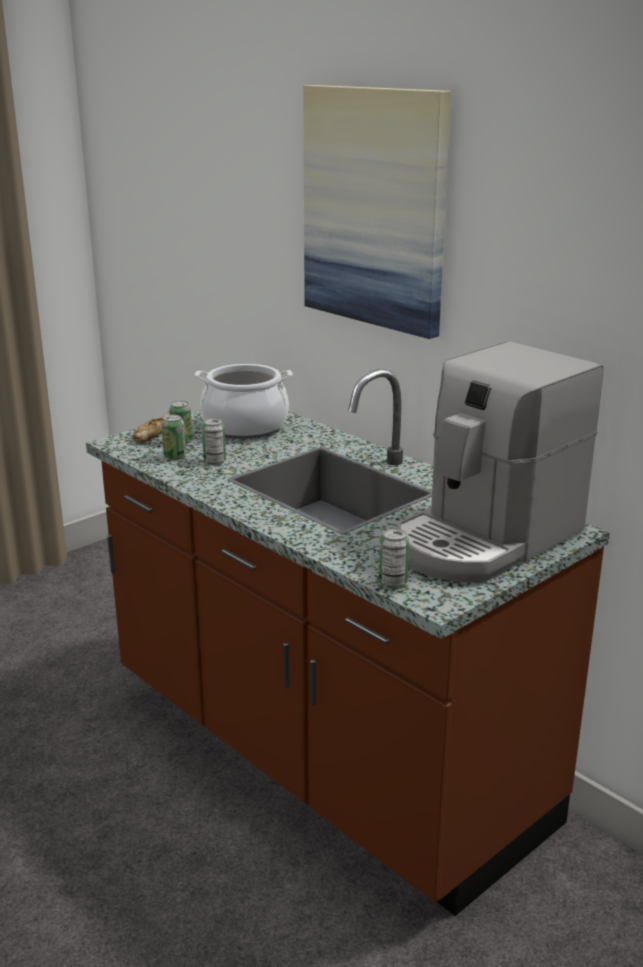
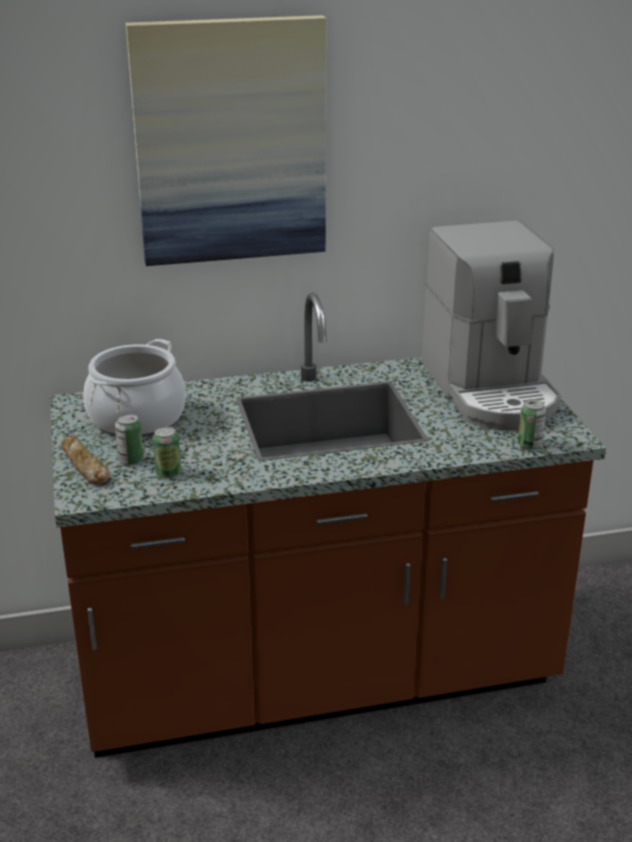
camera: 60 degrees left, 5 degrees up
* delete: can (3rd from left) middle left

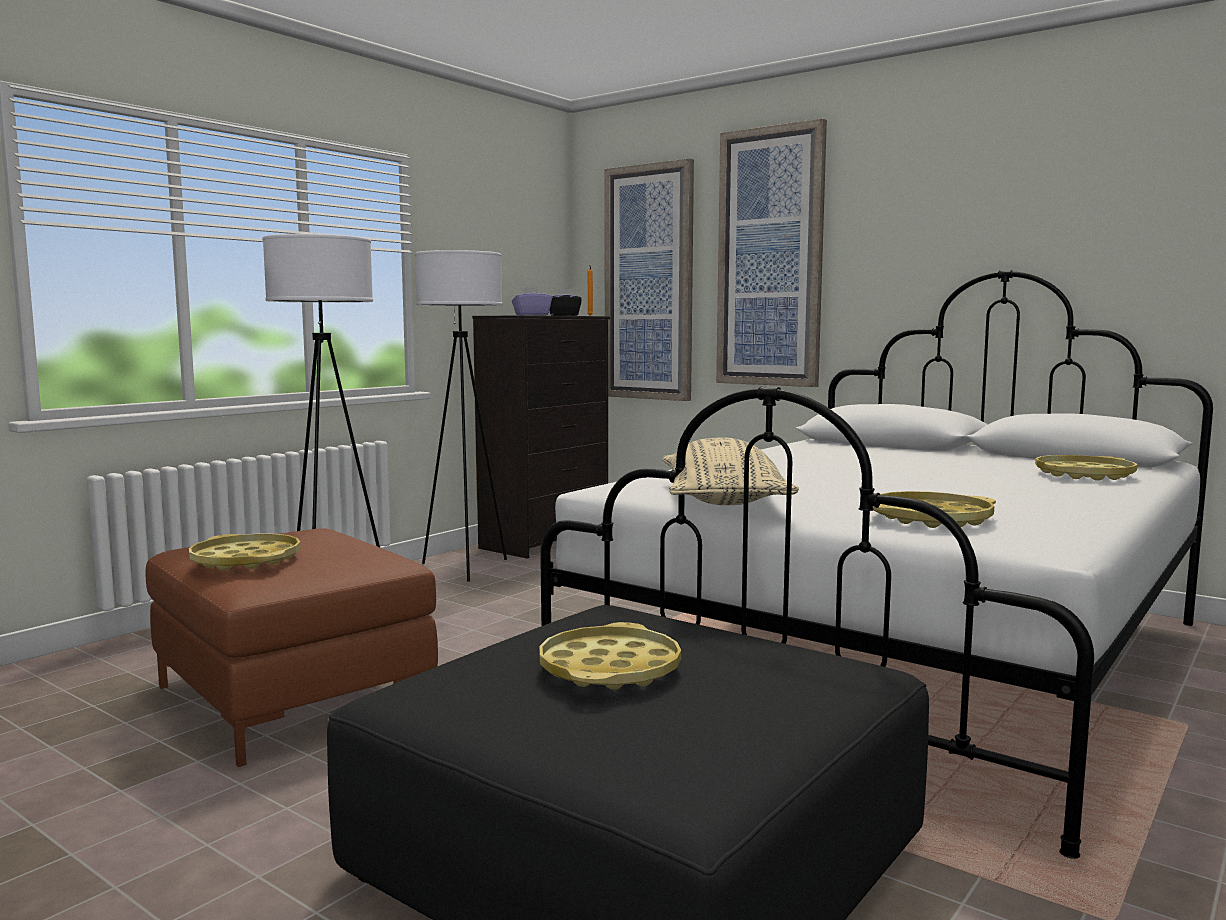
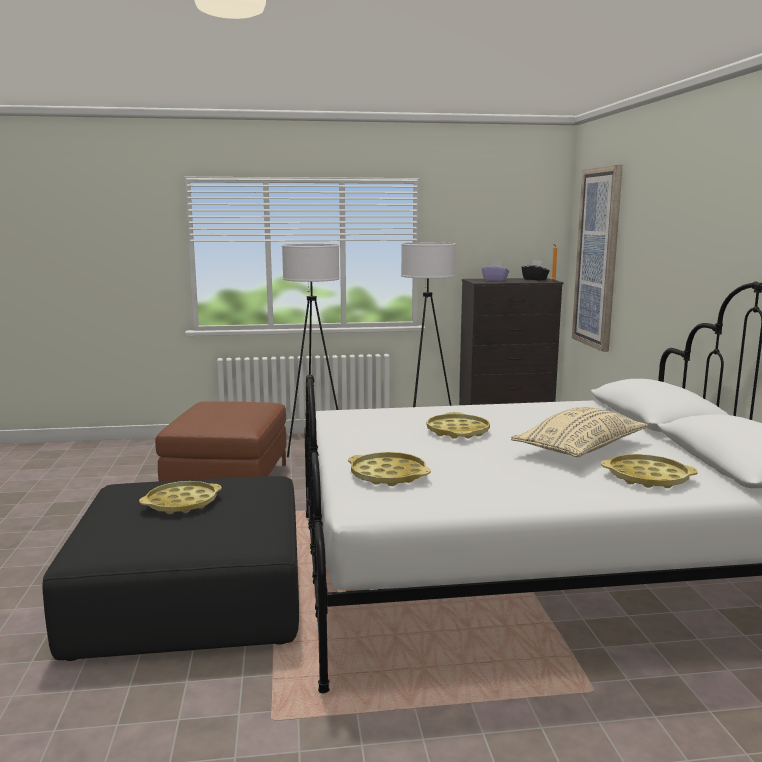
camera: 45 degrees right, 5 degrees up
* move: tray (yellow) (1st from left in the first image) middle left to tray (yellow) (3rd from left) centre
* move: pillow (beige) centre to middle right
* delete: picture (2nd from left) top centre

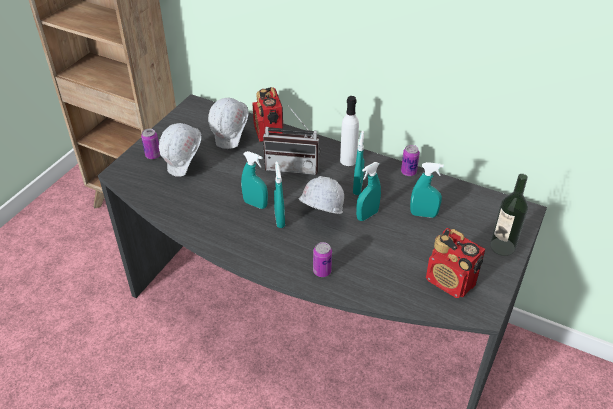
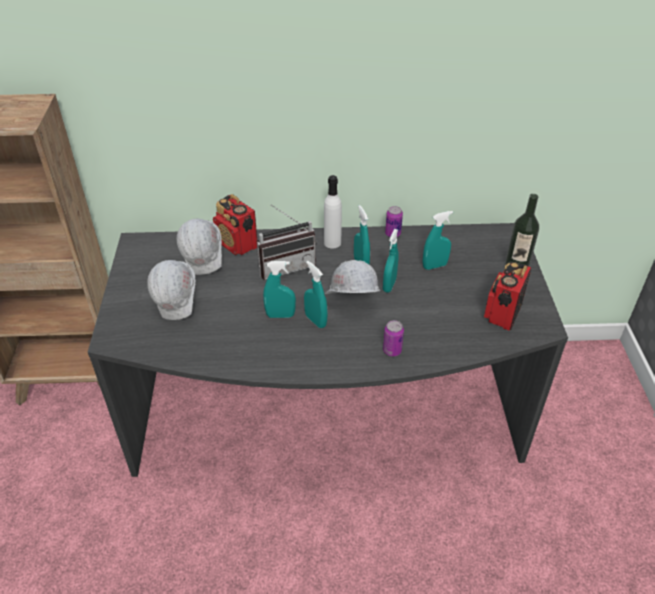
camera: 30 degrees left, 0 degrees up
* delete: can (1st from left) middle left
* rotate: radio (3rd from left) middle right = middle right 105 degrees clockwise

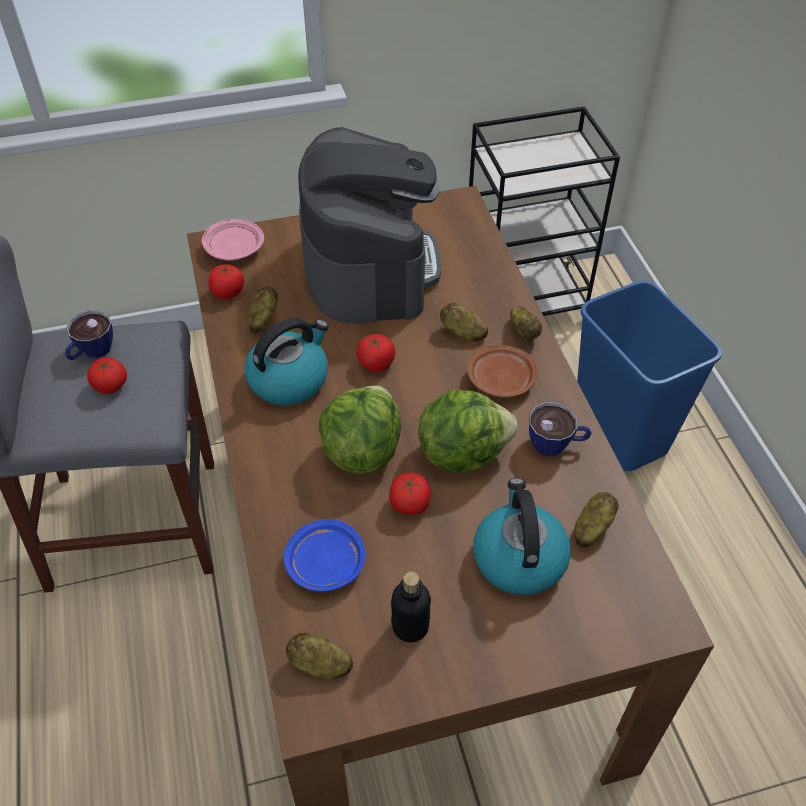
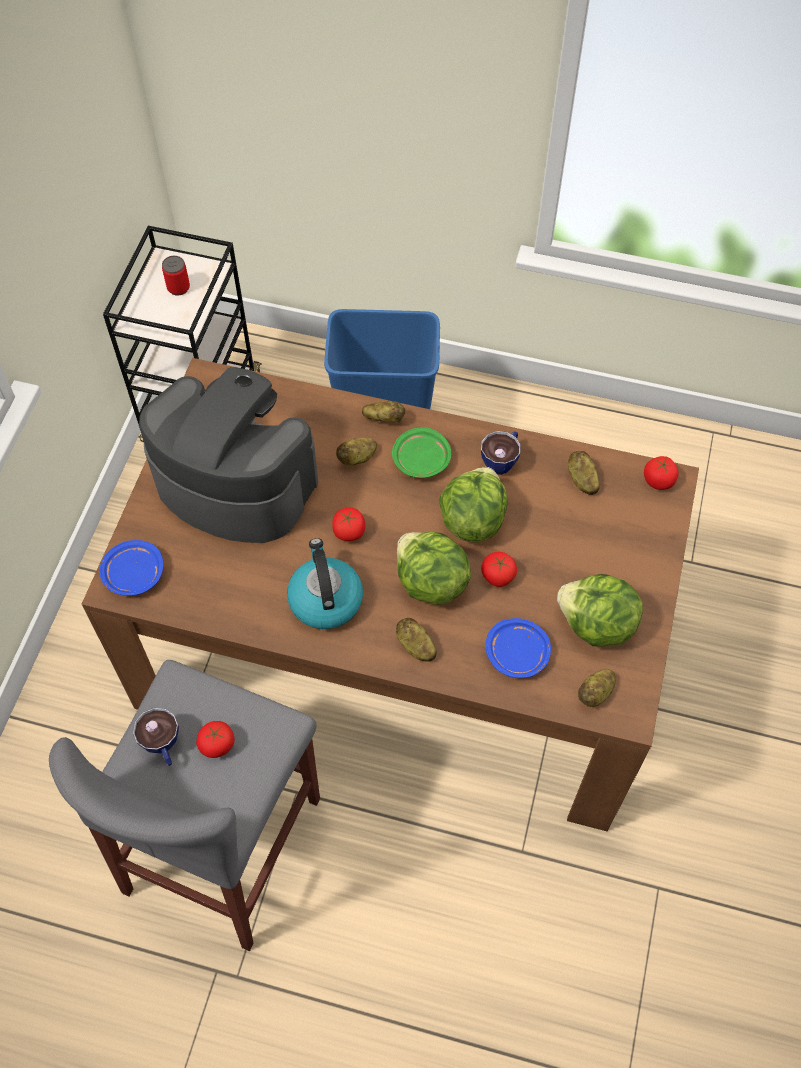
camera: 60 degrees left, 10 degrees up
* recolor: plate (pink) top left to plate (blue) (1st from left) middle left
* move: tomato (2nd from left in the first image) middle left to tomato (4th from left) middle right
* move: potato (1st from left in the first image) middle left to potato (3rd from left) centre
* replace: bottle bottom centre to lettuce (3rd from left) middle right
* recolor: plate (brown) centre to plate (green) centre
* delete: kettle (2nd from left) centre
* insert: can top left

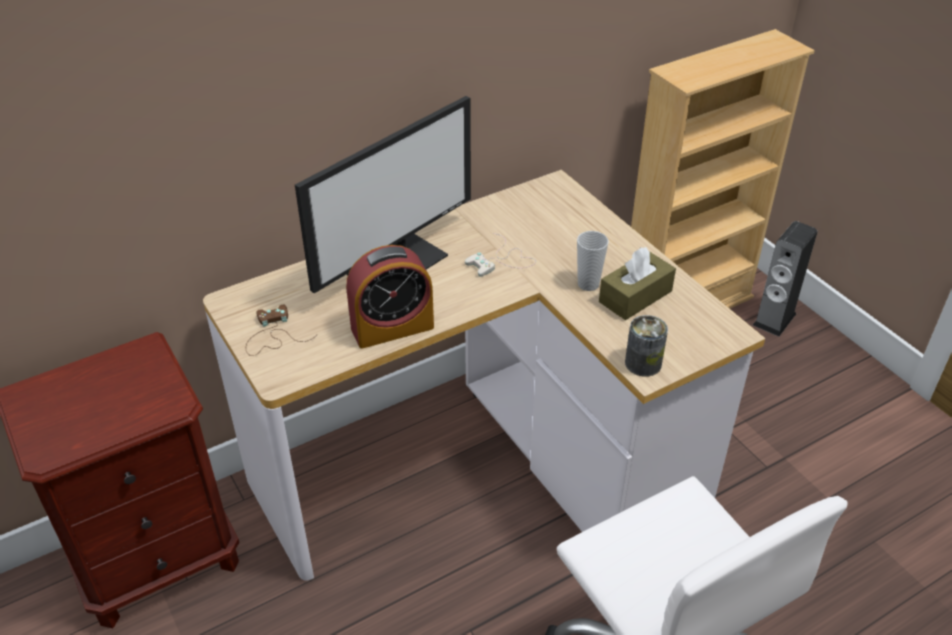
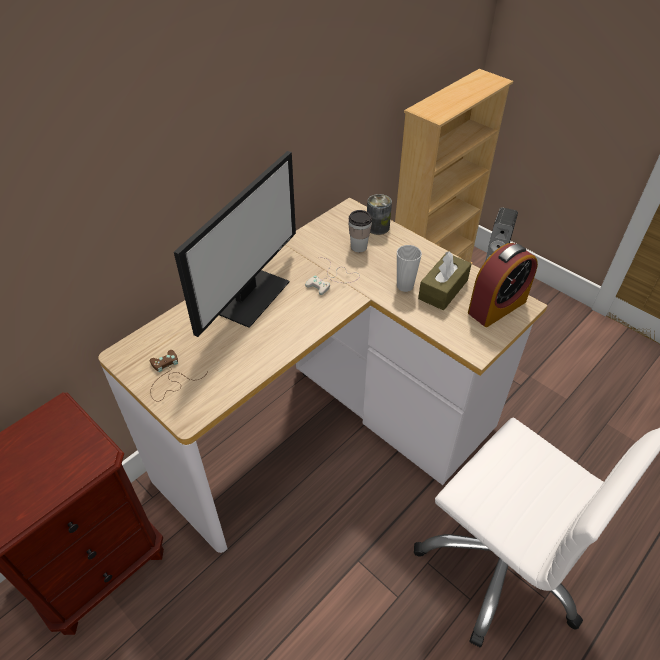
camera: 15 degrees left, 5 degrees up
* move: alarm clock centre to middle right
* move: can middle right to top centre
* insert: cup (1st from left) centre

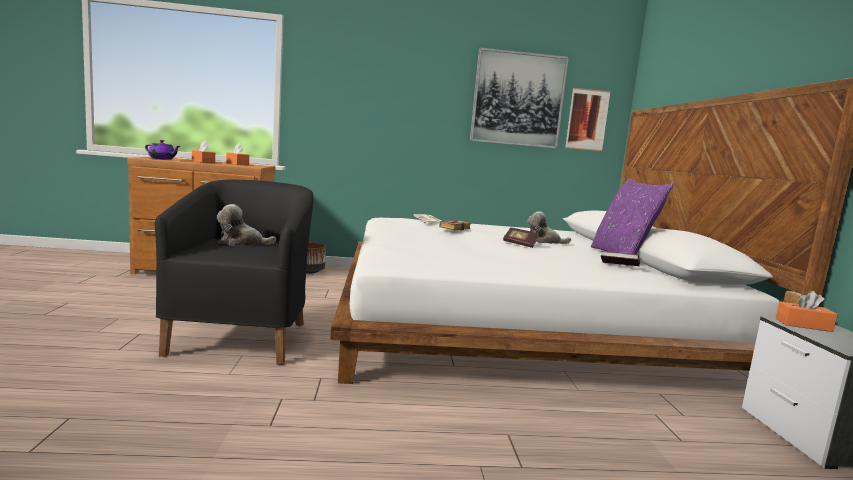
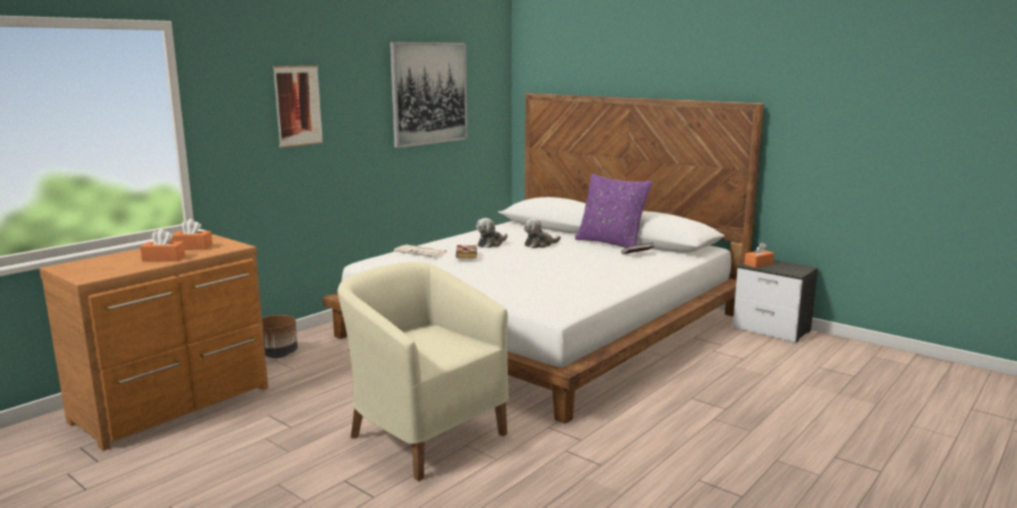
camera: 45 degrees left, 5 degrees up
* delete: teapot (purple) top left
* recolor: armchair (black) middle left to armchair (beige) bottom centre
* move: plush toy (1st from left) middle left to centre
* delete: book (2nd from left) centre
* move: picture (2nd from left in the first image) top right to picture (1st from left) top left

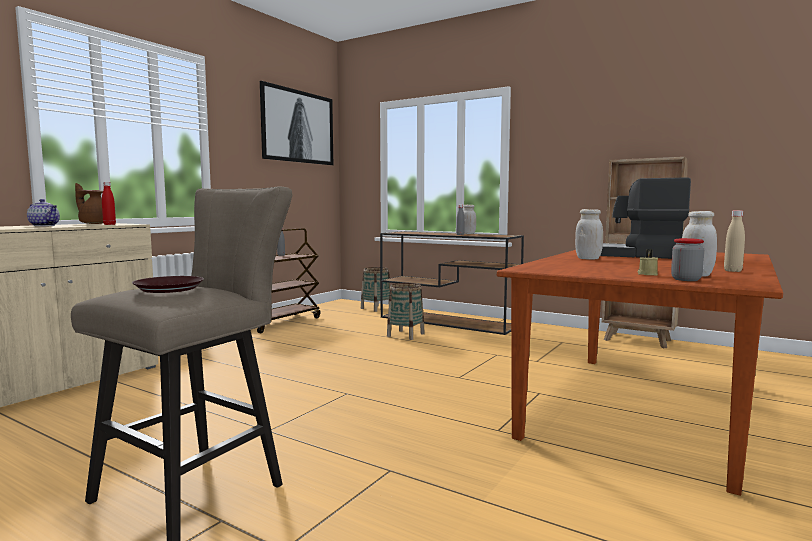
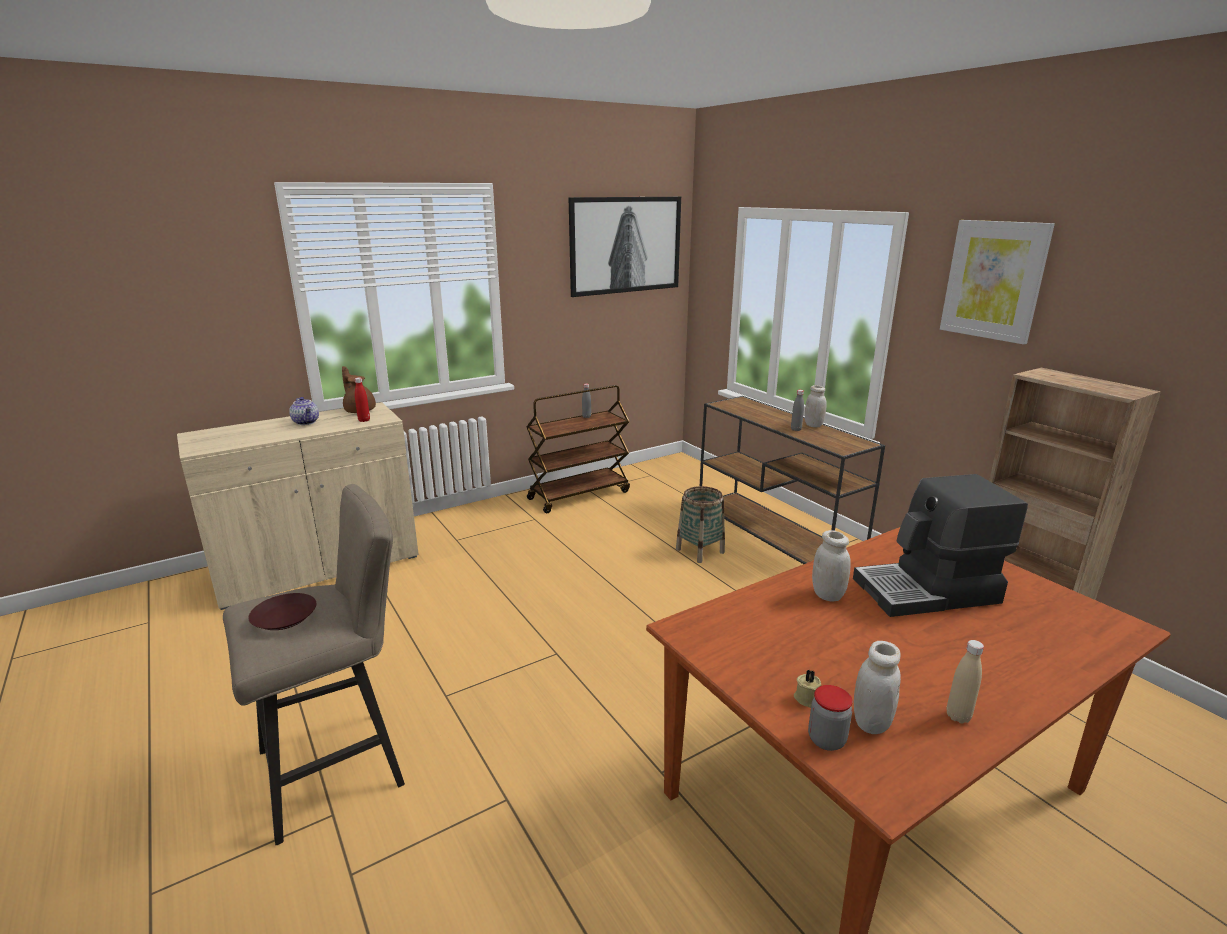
camera: 25 degrees right, 15 degrees up
* delete: basket (1st from left) centre
* rotate: coffee machine middle right = middle right 60 degrees counterclockwise
* insert: picture (2nd from left) top right

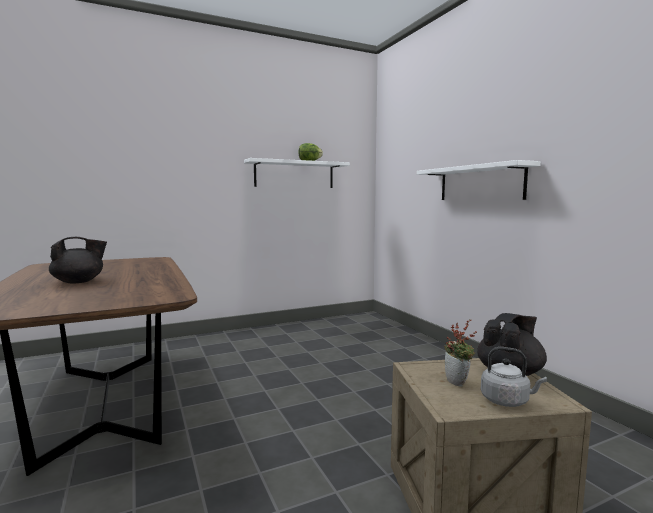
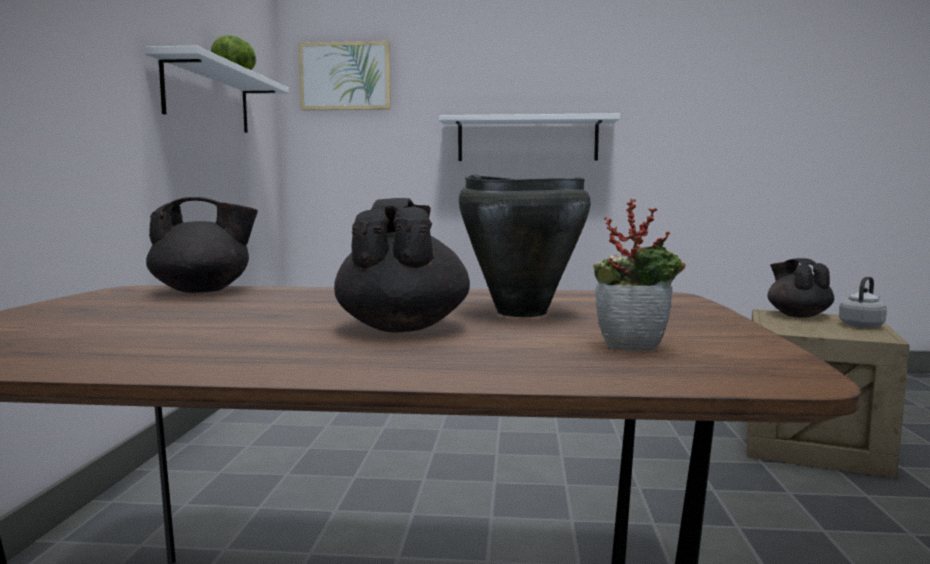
camera: 60 degrees left, 0 degrees up
* move: potted plant bottom right to middle right
* insert: teapot (black) (1st from left) middle left
* insert: picture top centre
* insert: cooking pot (black) centre

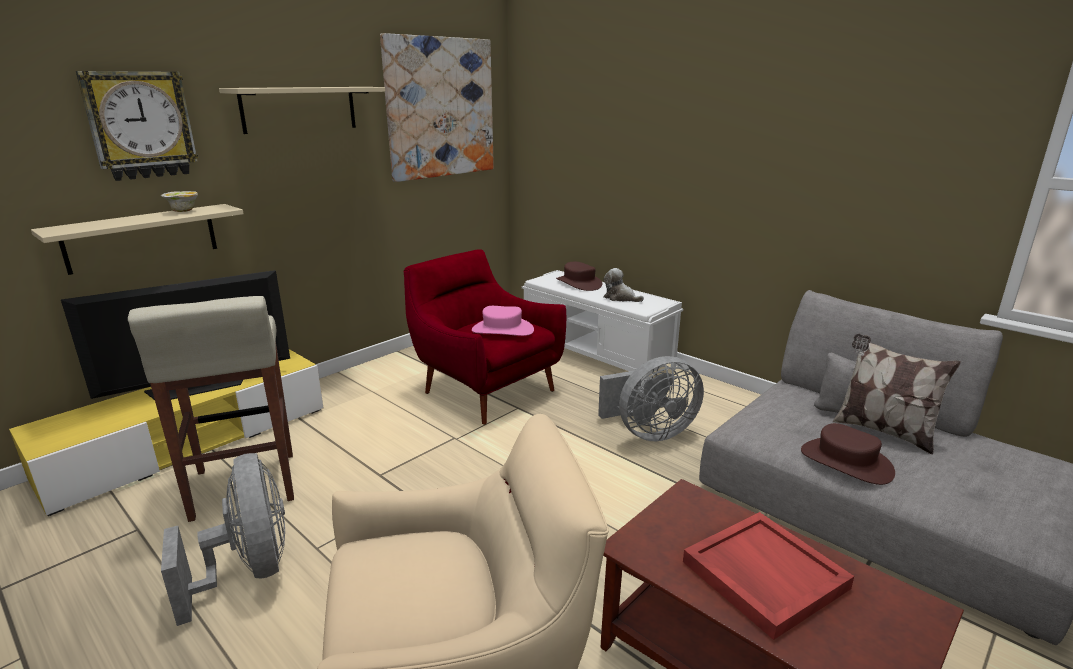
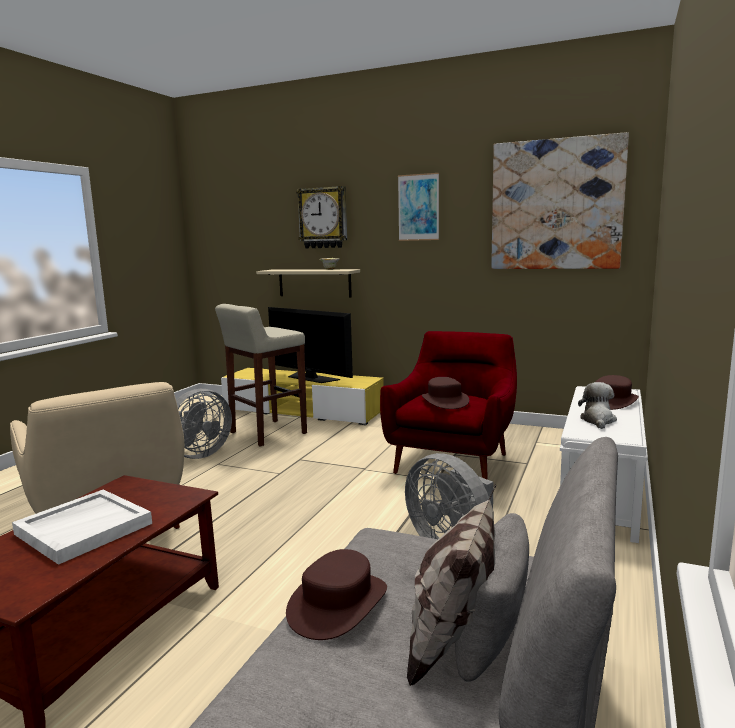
camera: 70 degrees right, 10 degrees down
* replace: shelf (beige) (2nd from left) top left to picture (1st from left) top centre
* recolor: hat (pink) centre to hat (brown) (2nd from left) centre
* recolor: tray (red) bottom right to tray (white) bottom left

